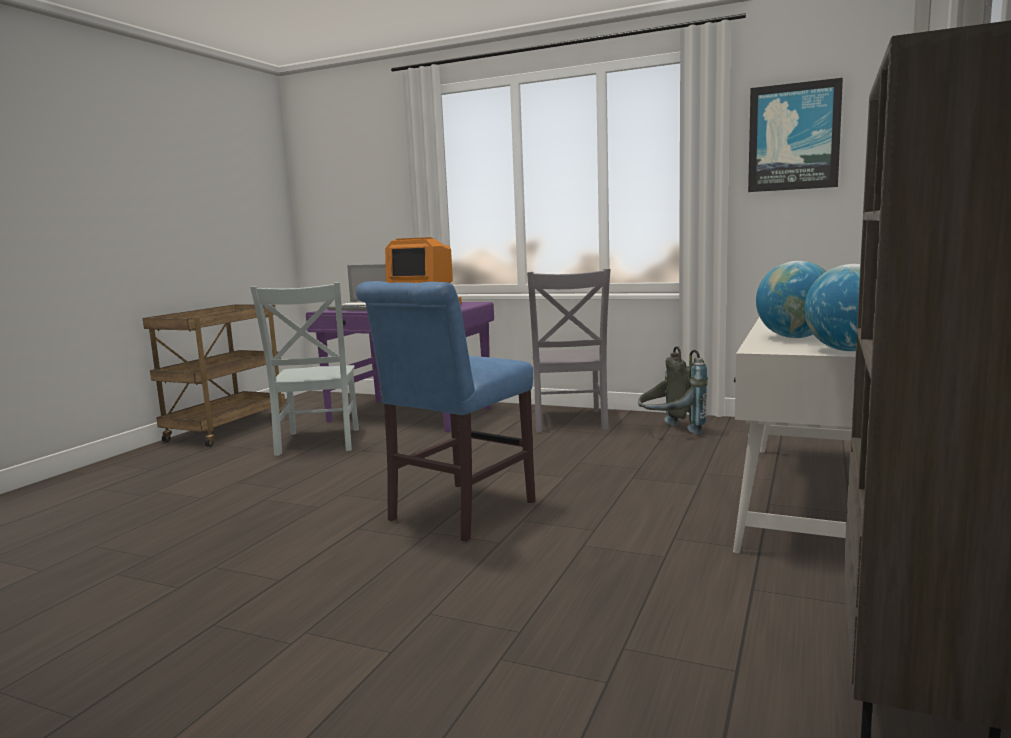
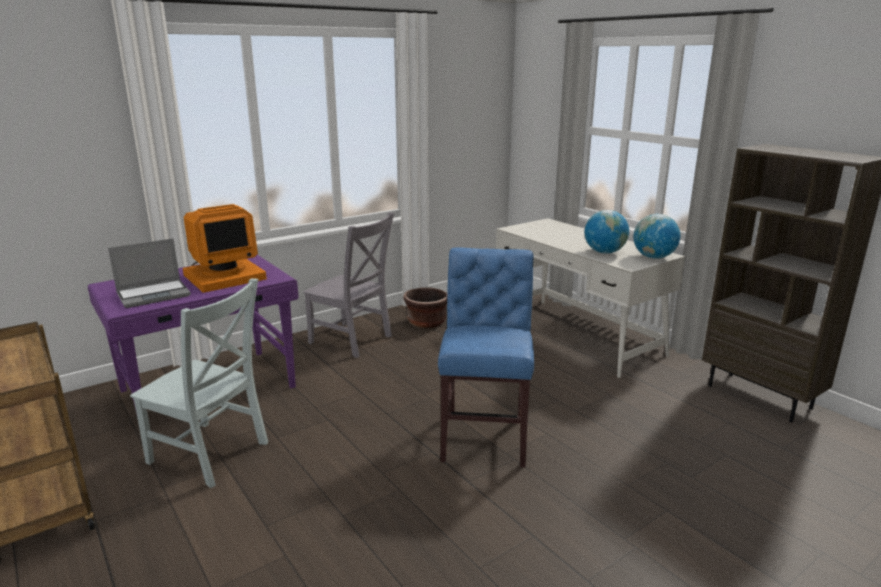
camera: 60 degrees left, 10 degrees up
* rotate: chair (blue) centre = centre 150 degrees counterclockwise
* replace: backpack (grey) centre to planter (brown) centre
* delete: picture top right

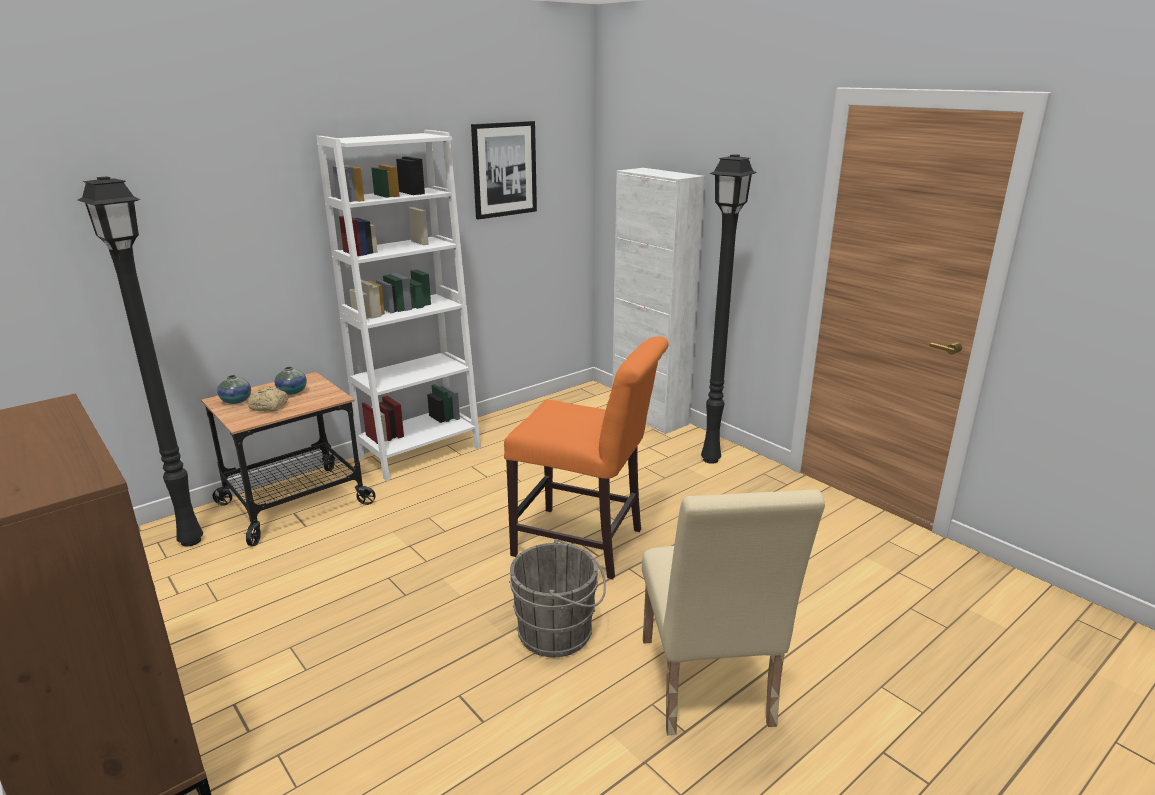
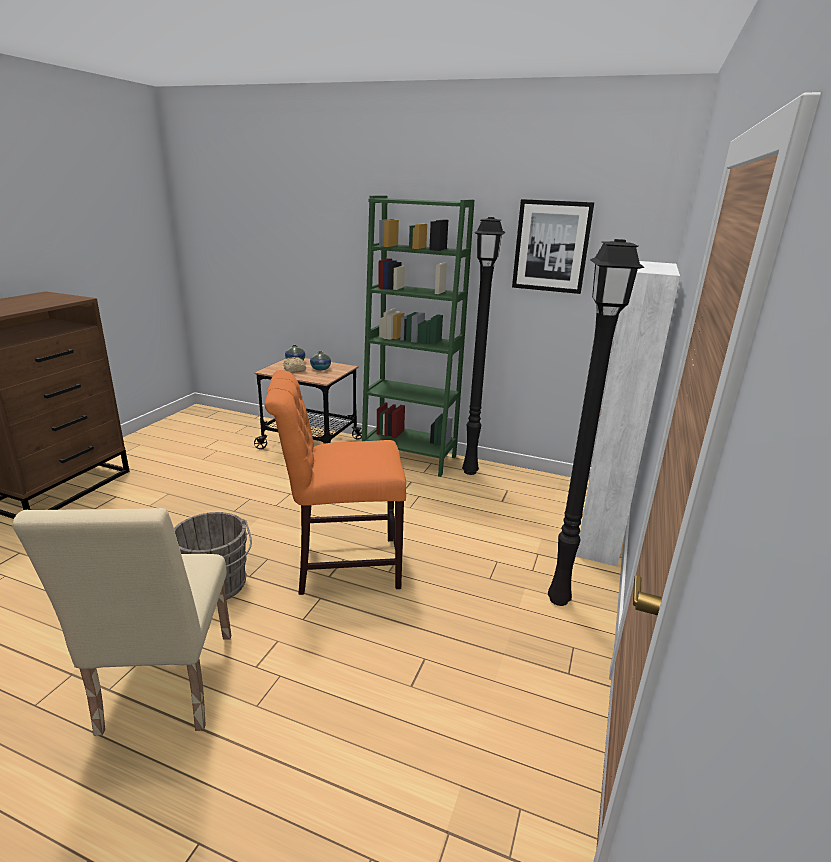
camera: 60 degrees right, 0 degrees up
* move: floor lamp (black) (1st from left) middle left to centre
* recolor: bookcase (white) centre to bookcase (green) centre
* rotate: chair (orange) centre = centre 90 degrees clockwise
* rotate: chair (beige) bottom centre = bottom left 60 degrees counterclockwise

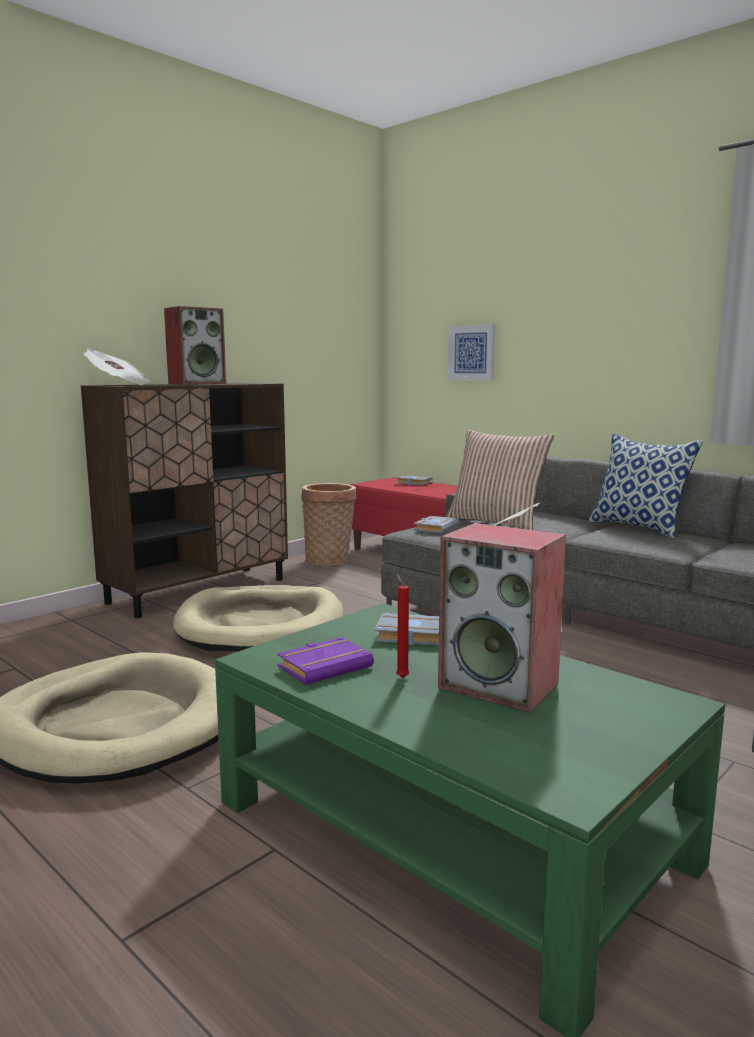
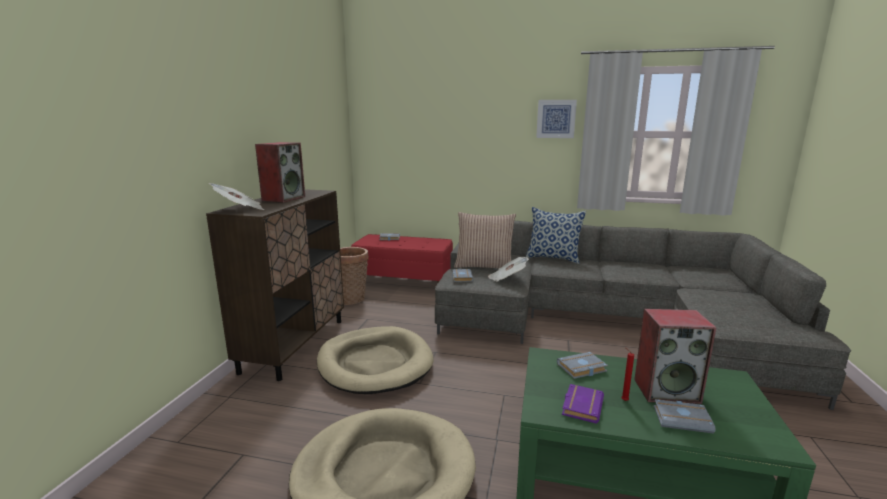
camera: 30 degrees left, 5 degrees up
* move: picture centre to top centre
* insert: book (grey) (4th from left) bottom right

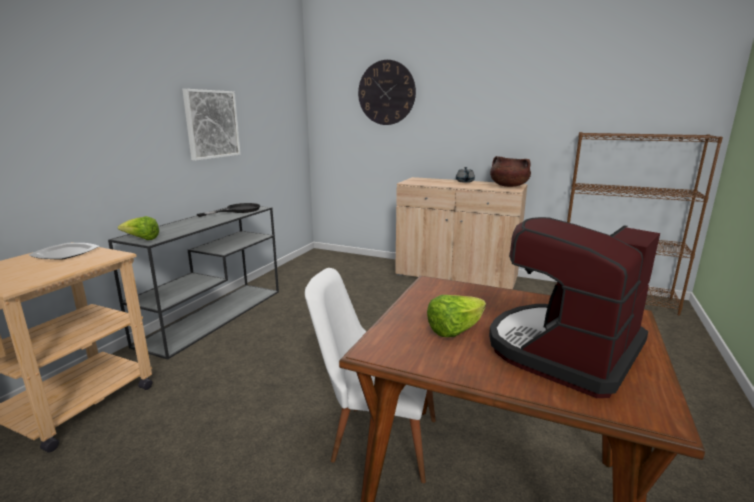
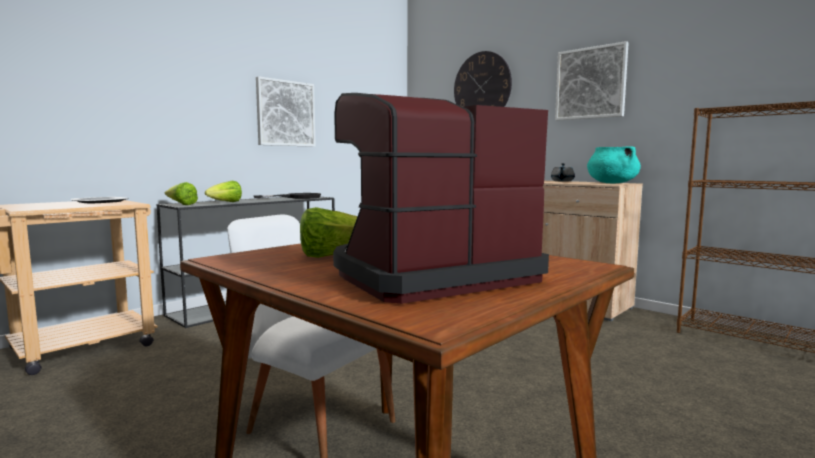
camera: 20 degrees right, 10 degrees down
* recolor: cooking pot (brown) middle right to cooking pot (turquoise) middle right
* insert: lettuce (2nd from left) middle left
* insert: picture (2nd from left) top right

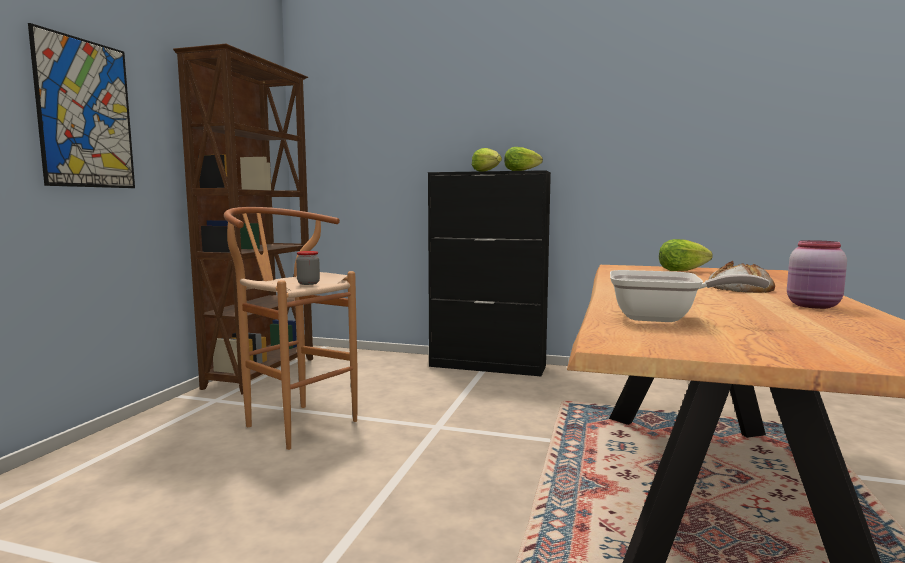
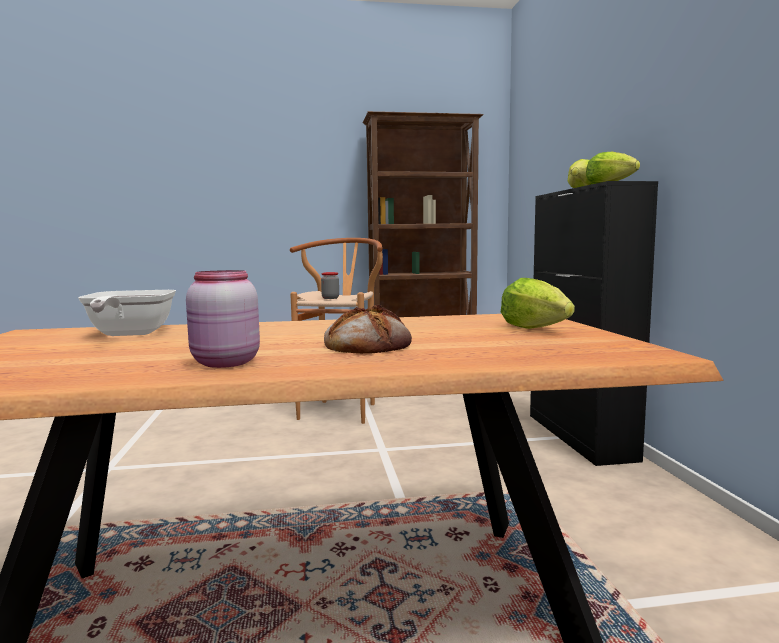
camera: 65 degrees right, 0 degrees up
* delete: picture top left

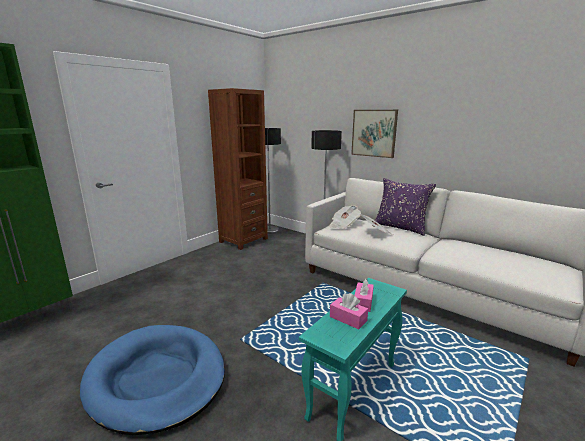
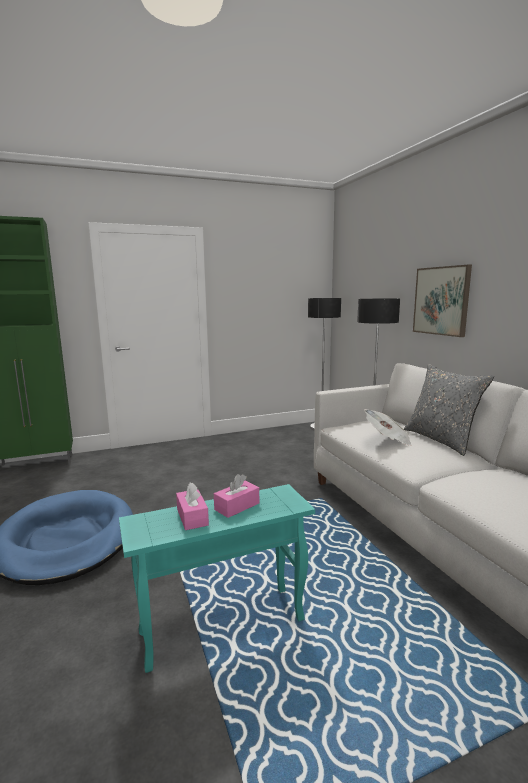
camera: 30 degrees right, 5 degrees down
* delete: bookcase (brown) centre
* delete: newspaper (1st from left) centre
* recolor: pillow (purple) middle right to pillow (grey) middle right

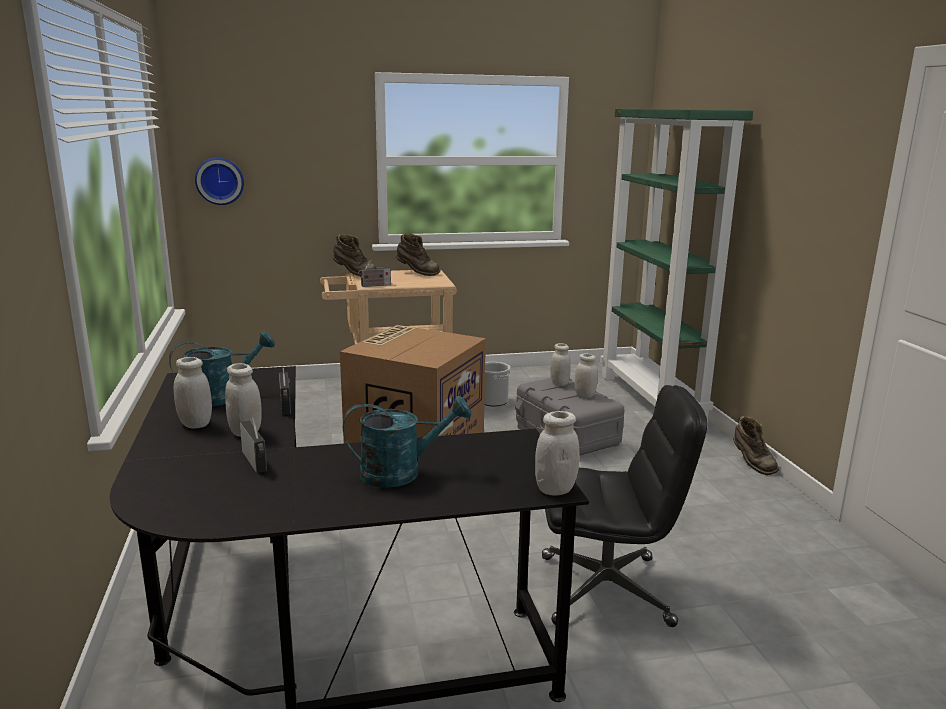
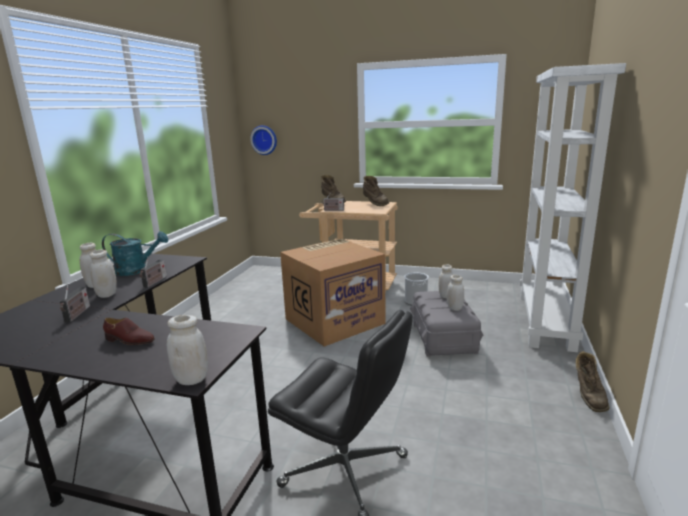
camera: 30 degrees right, 0 degrees up
* replace: watering can (turquoise) (2nd from left) centre to shoe (brown) middle left
* recolor: bookcase (green) middle right to bookcase (white) middle right

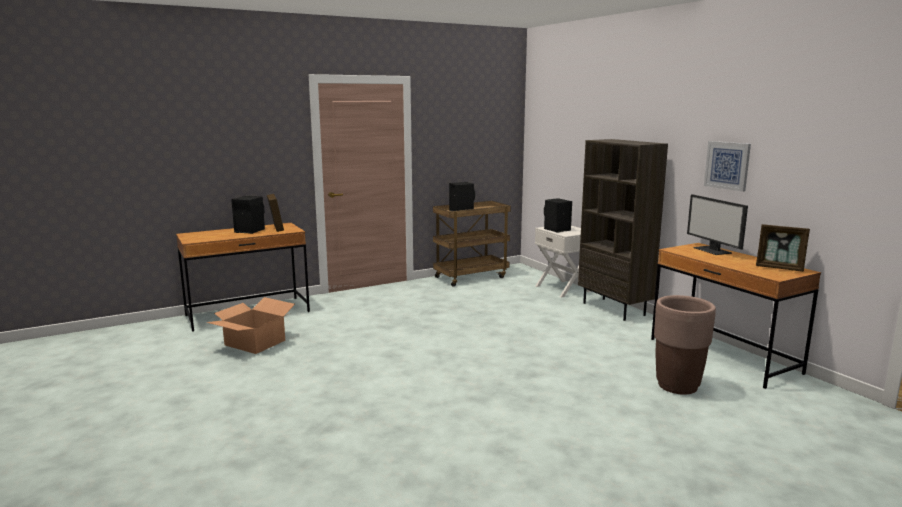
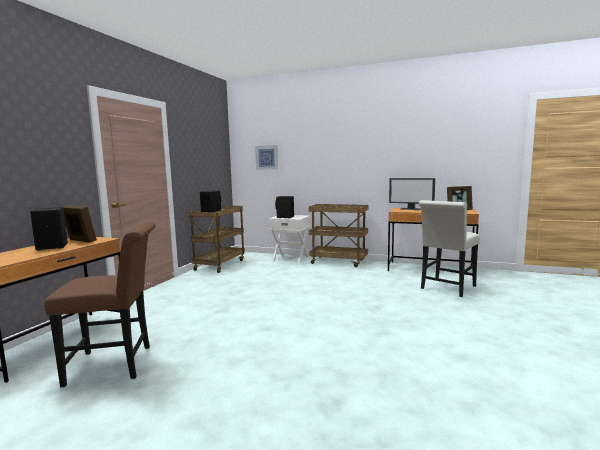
camera: 40 degrees left, 5 degrees down
* replace: cardboard box middle left to chair (brown) bottom left
* replace: bookcase (brown) middle right to cart (brown) (2nd from left) centre
* replace: planter (brown) bottom right to chair (white) middle right
* move: picture top right to centre

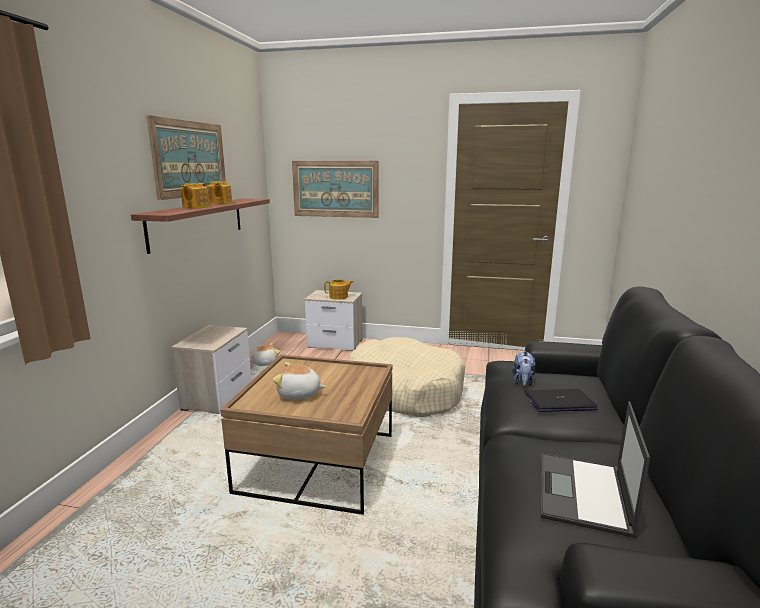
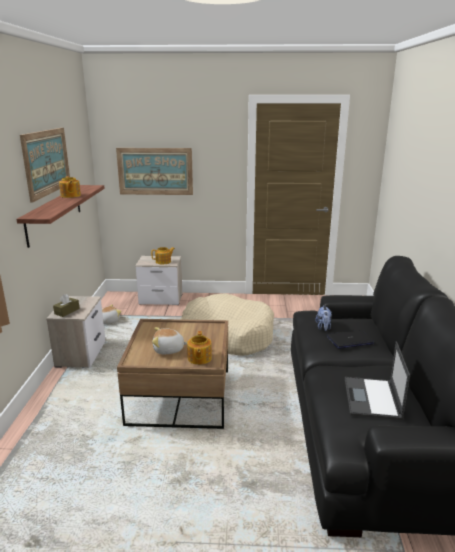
camera: 10 degrees left, 5 degrees up
* move: teapot (1st from left in the first image) top left to teapot (3rd from left) centre
* insert: tissue box (brown) middle left

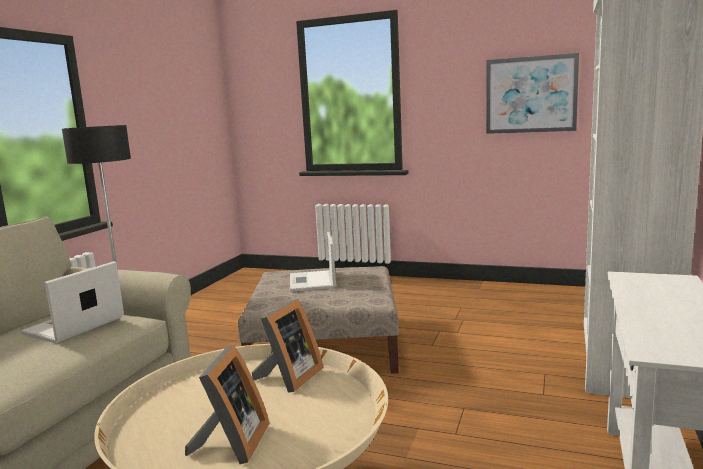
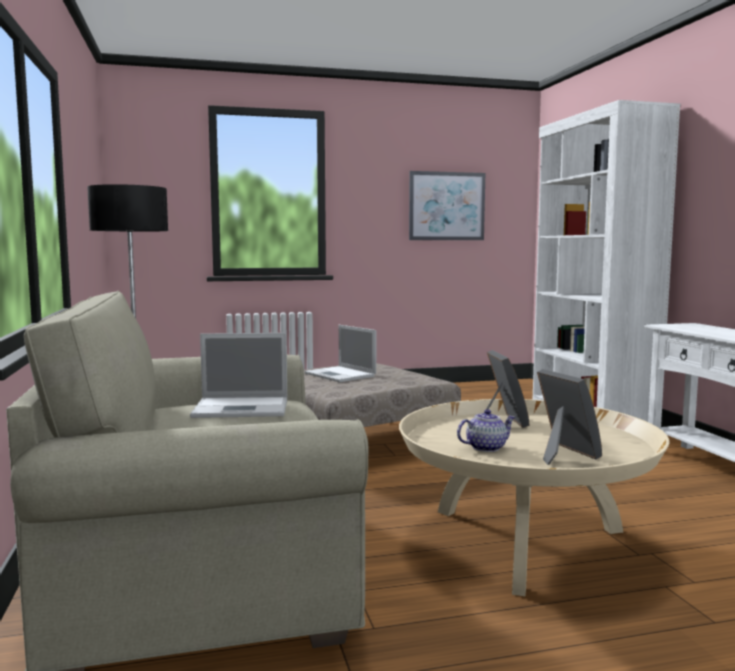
camera: 35 degrees left, 5 degrees down
* rotate: laptop (1st from left) middle left = middle left 90 degrees counterclockwise
* insert: teapot centre

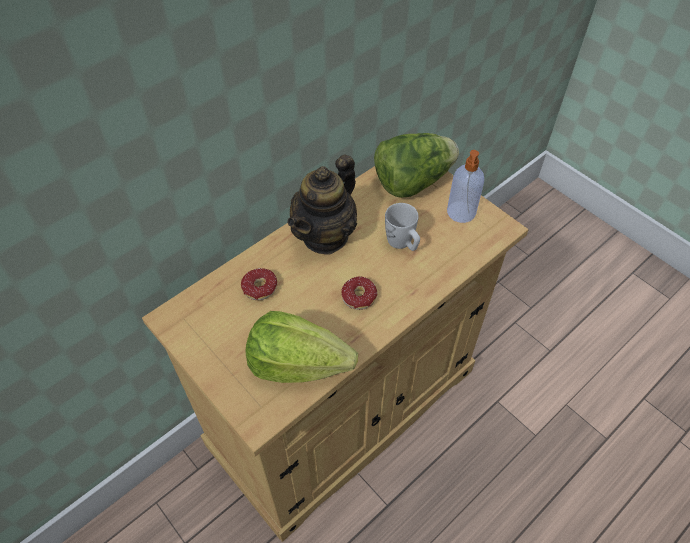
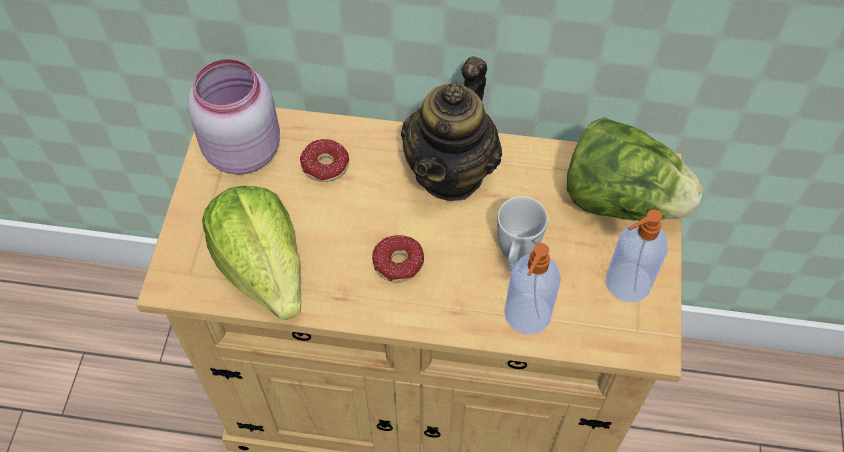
camera: 50 degrees right, 5 degrees up
* rotate: teapot centre = top centre 60 degrees counterclockwise
* insert: jar (pink) top left
* insert: soap dispenser (1st from left) centre

